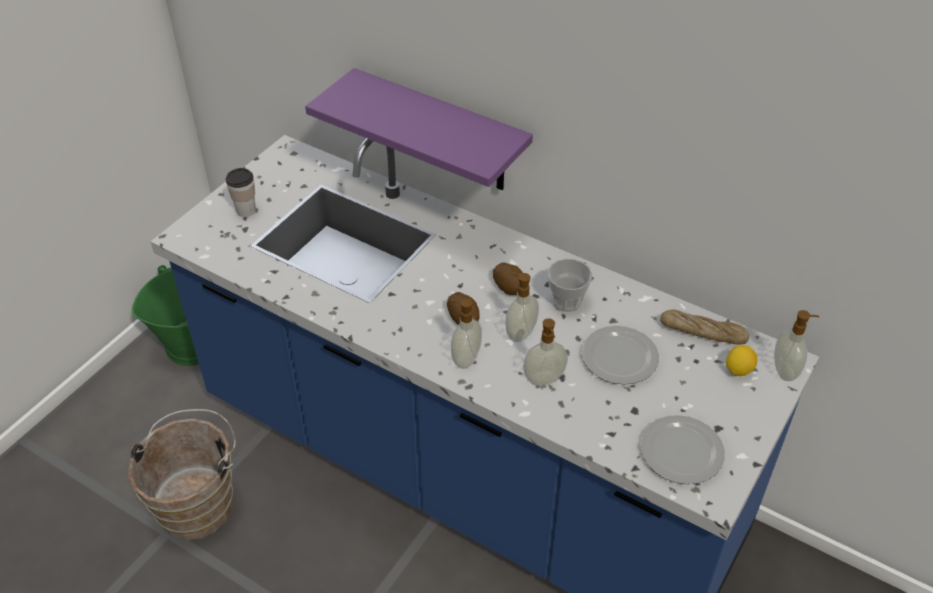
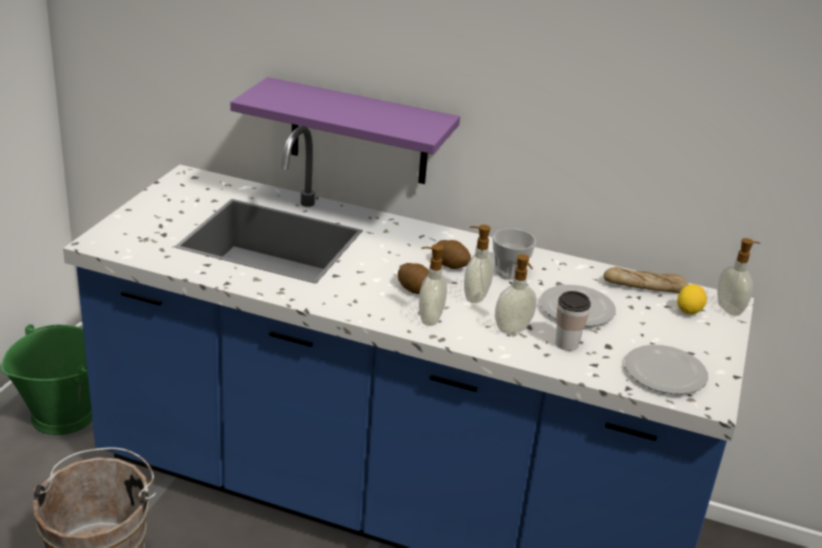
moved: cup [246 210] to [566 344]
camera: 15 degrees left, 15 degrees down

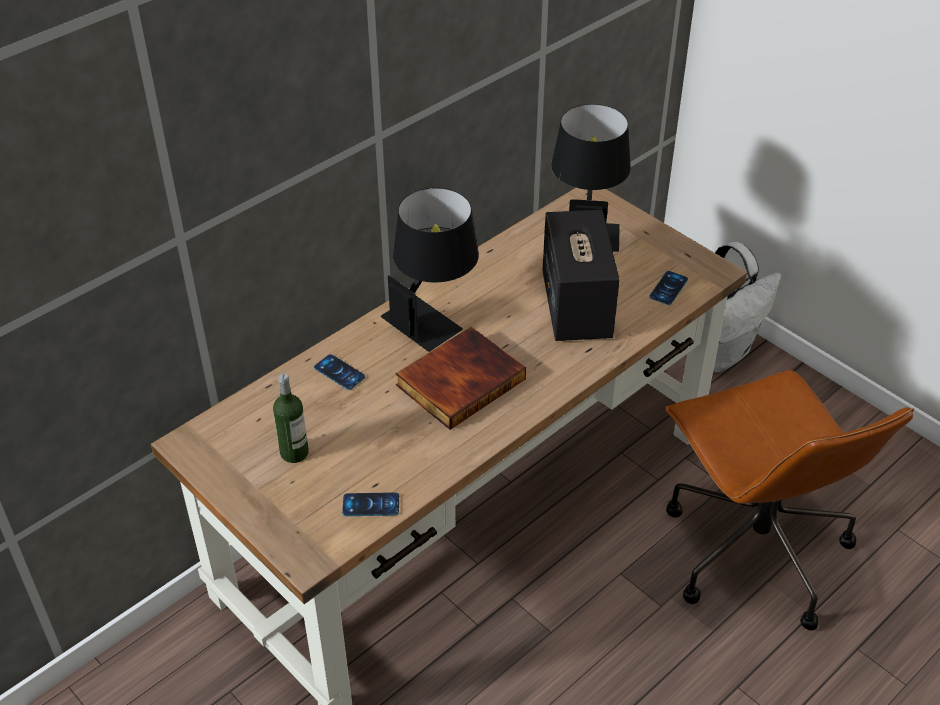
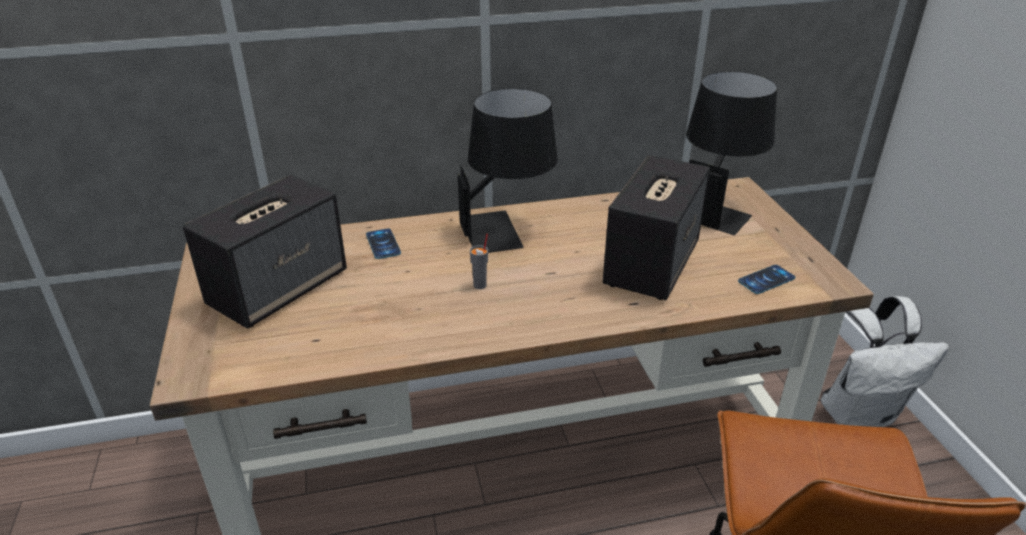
removed: phone [371 505]
replaced: book [460 380] to grey cup [480 285]; bottle [294 452] to speaker [279 288]
camera: 30 degrees right, 10 degrees down

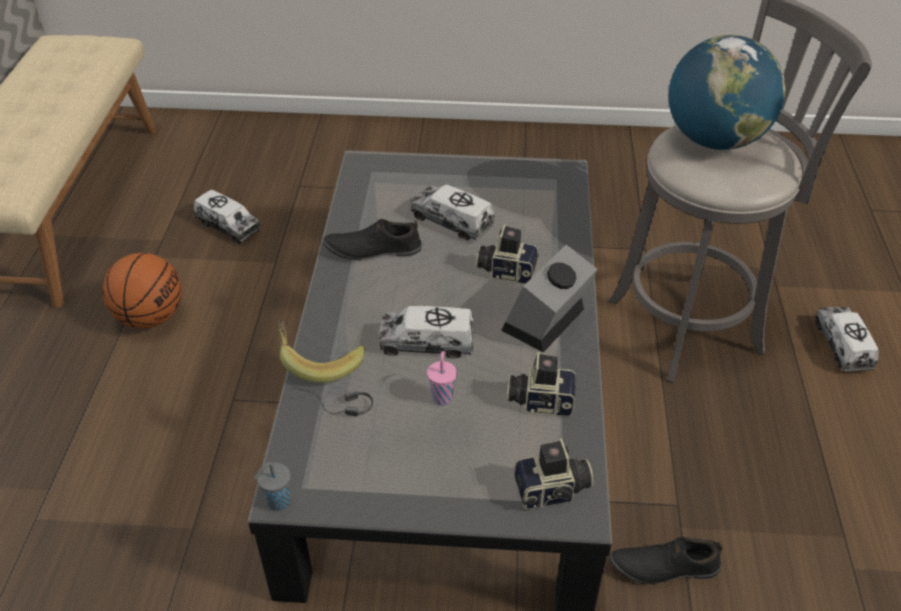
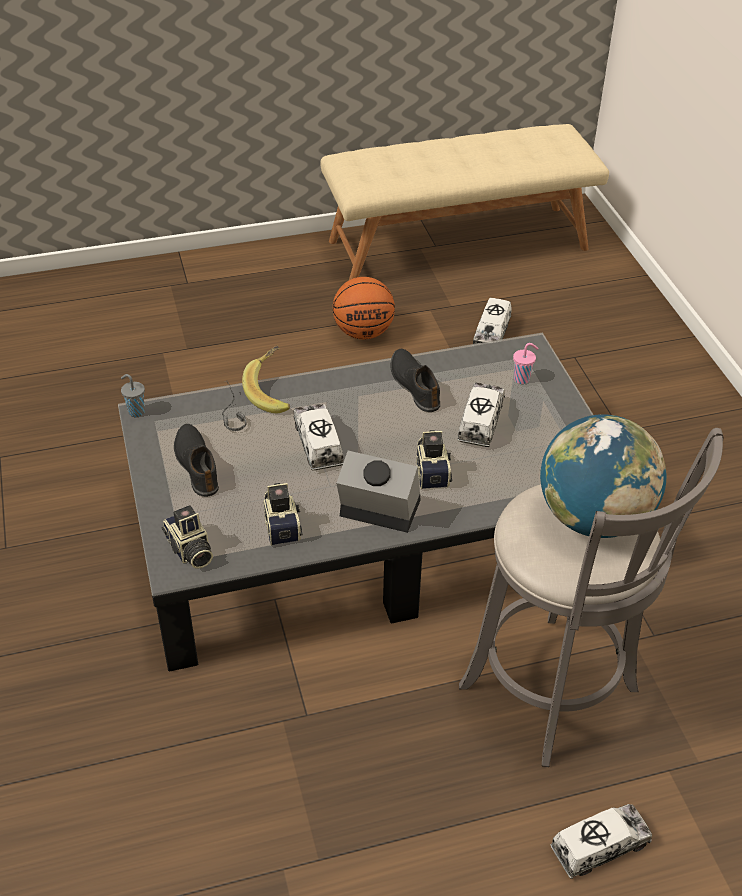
moved: pink cup [442 396] to [522 379]; black shoe [663 566] to [197 464]
camera: 70 degrees right, 0 degrees up

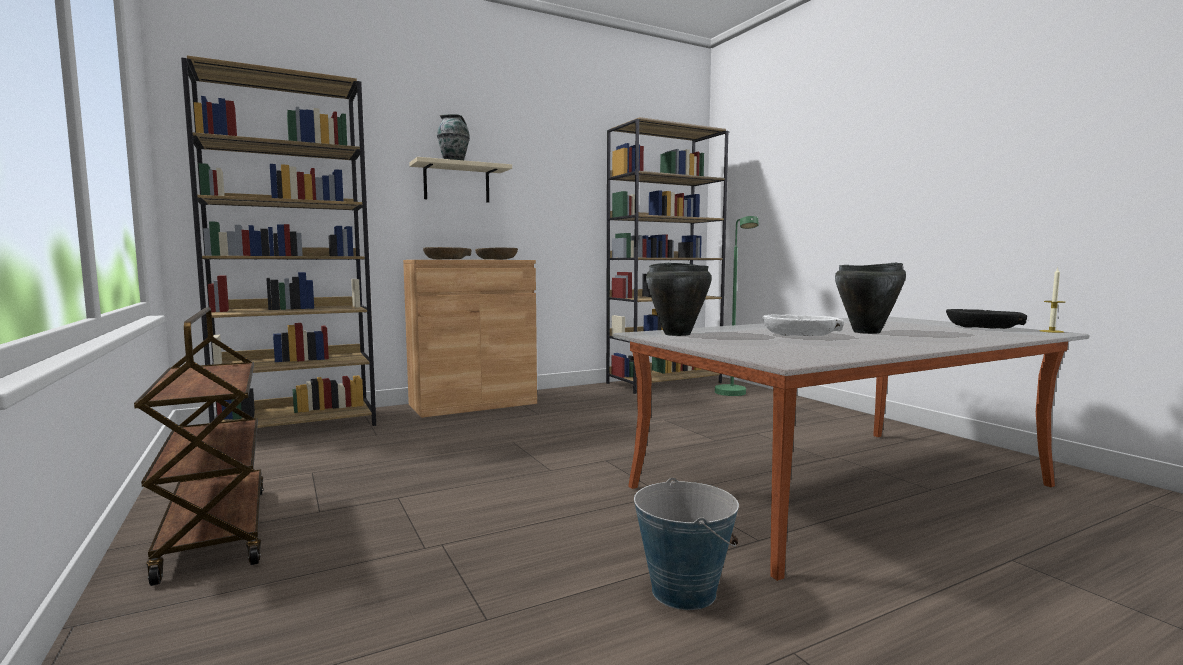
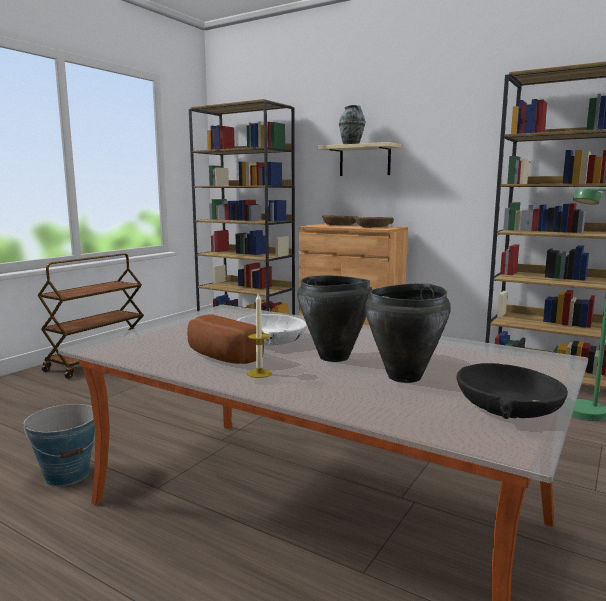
added: bread [220 357]
moved: black cooking pot [677 334] to [405 377]; candle [1051 331] to [259 373]
camera: 60 degrees right, 5 degrees up

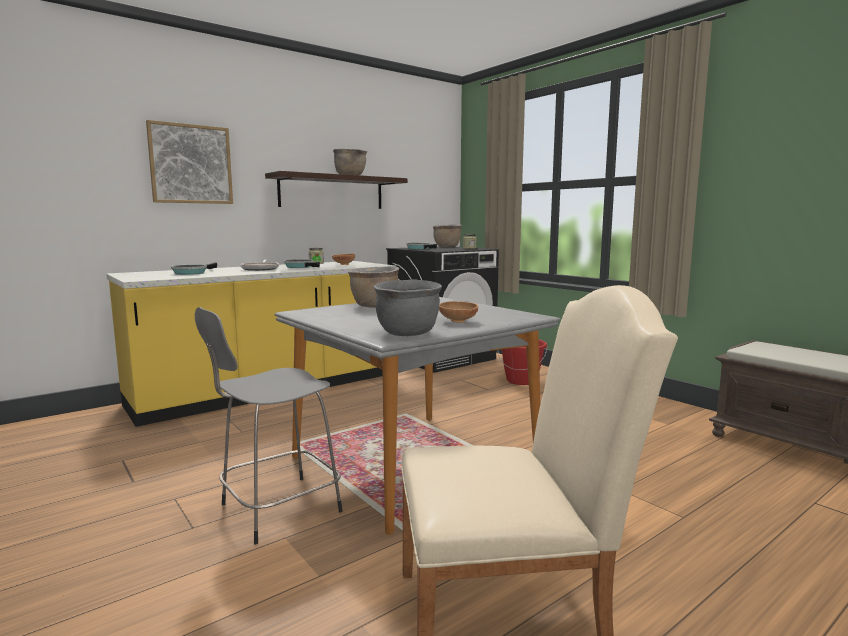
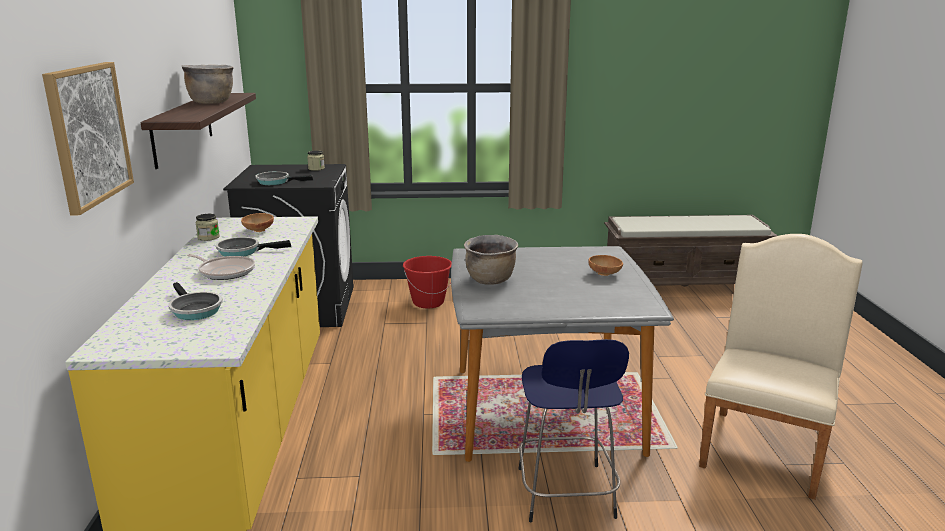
removed: brown cooking pot [447 247]; grey cooking pot [408 334]
recoloured: grey stool [276 509] to blue stool [566 495]
camera: 55 degrees left, 10 degrees up

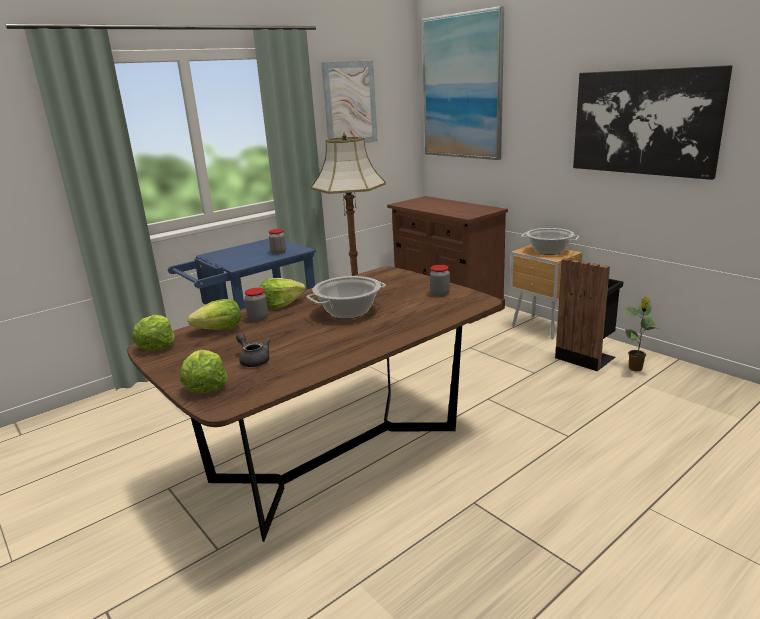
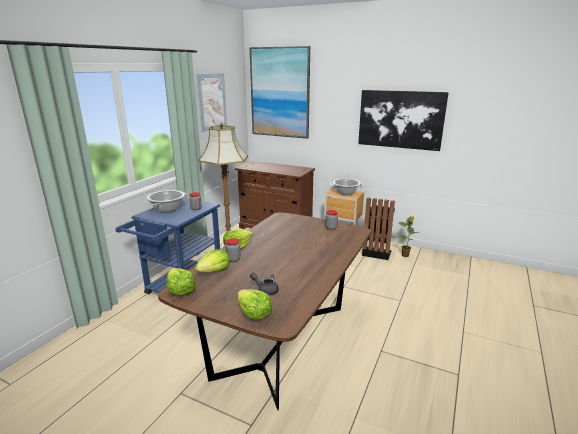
moved: cooking pot [348 312] to [167 209]
camera: 25 degrees left, 0 degrees up

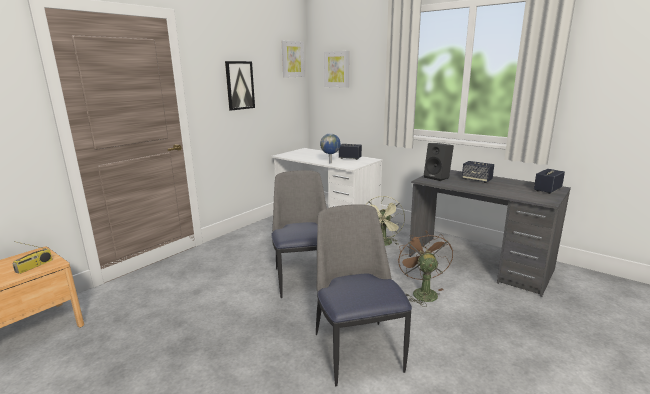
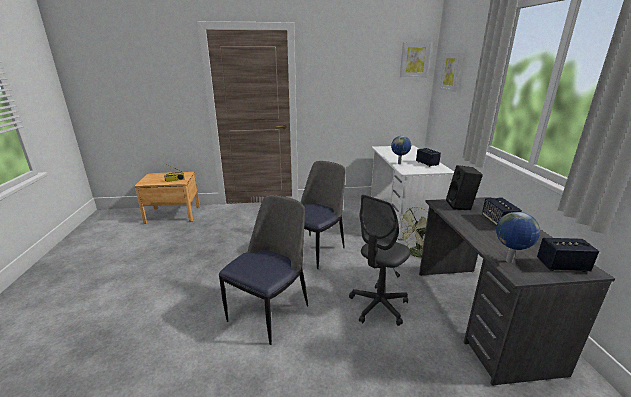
removed: picture [239 85]
added: globe [509 261]
replaced: brown fan [422 292] to grey office chair [378 306]
camera: 45 degrees right, 5 degrees up

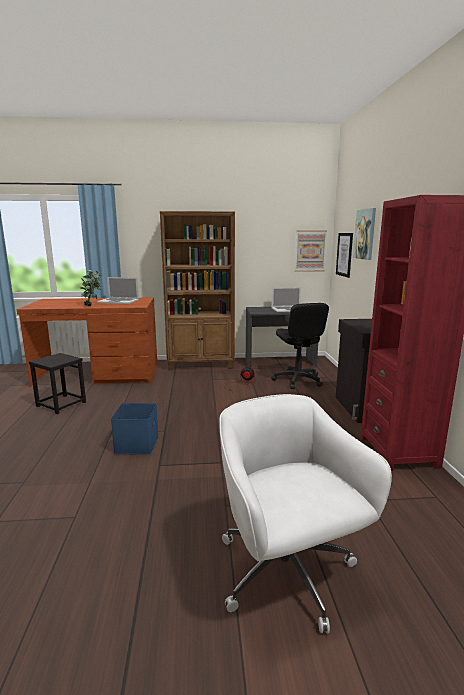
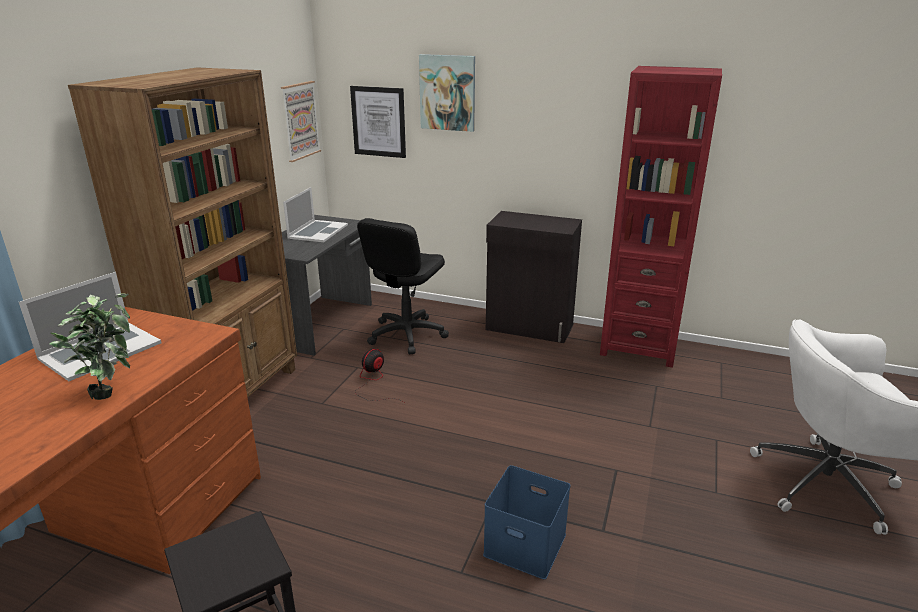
turned: black office chair [297 380] = [406 334] 105 degrees clockwise
camera: 65 degrees left, 10 degrees up

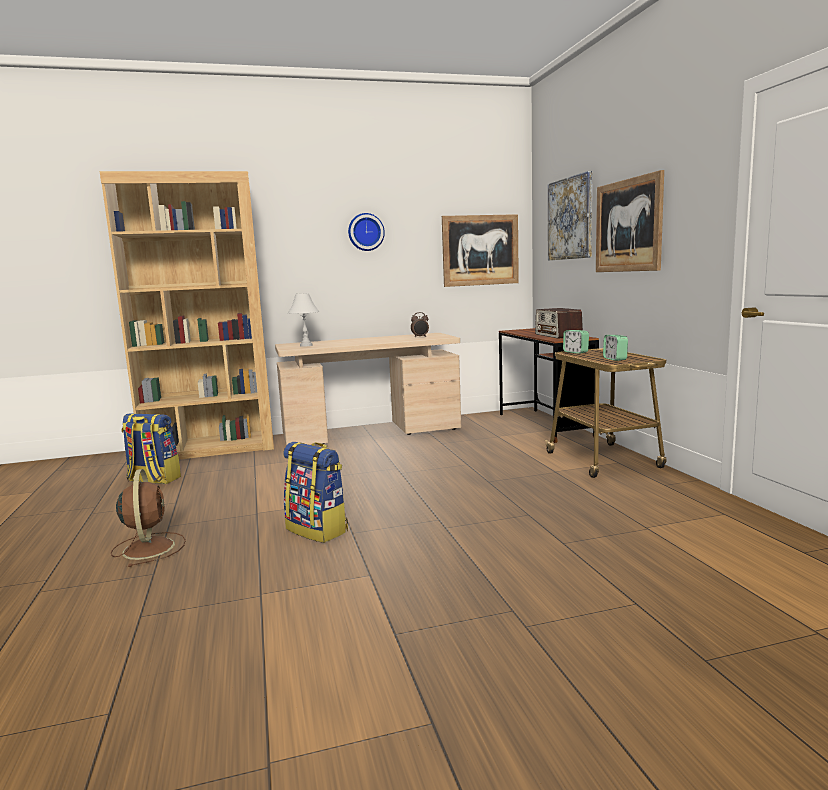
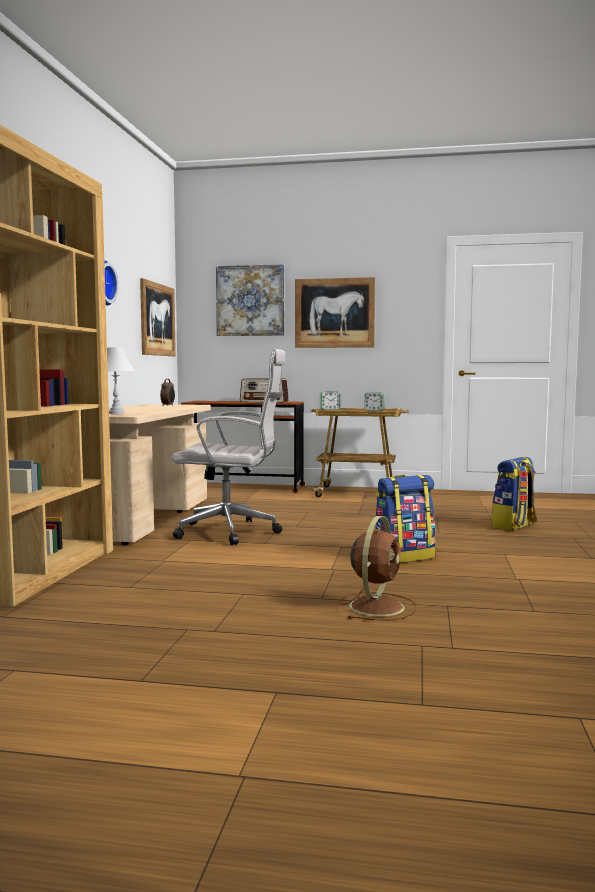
added: white office chair [232 532]
moved: backpack [153 480] to [514 526]
turned: brown fan [149 547] = [377 606] 105 degrees clockwise
camera: 65 degrees left, 5 degrees down

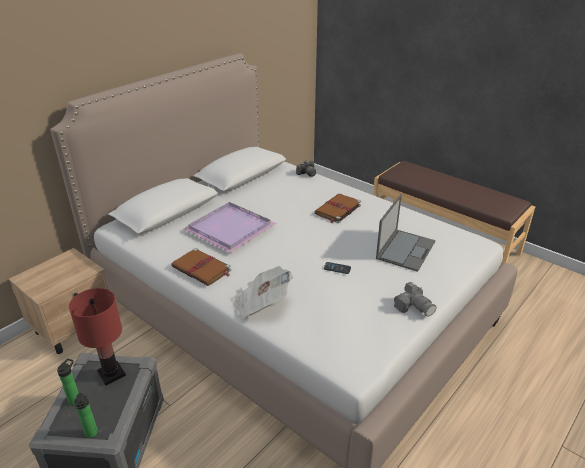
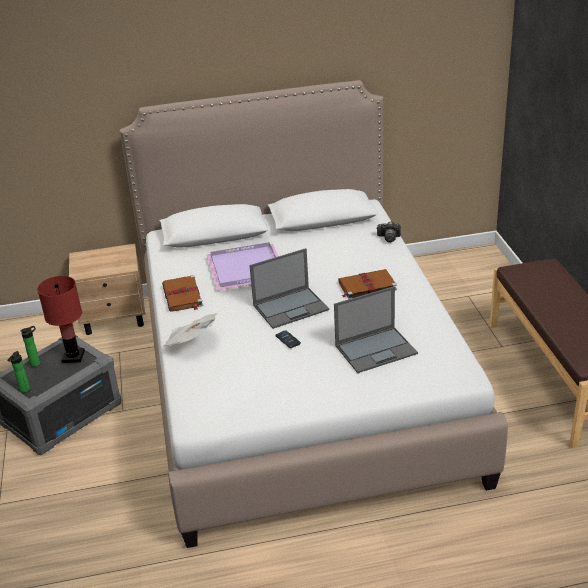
removed: photo camera [414 307]
added: laptop [291 307]
camera: 40 degrees right, 0 degrees up

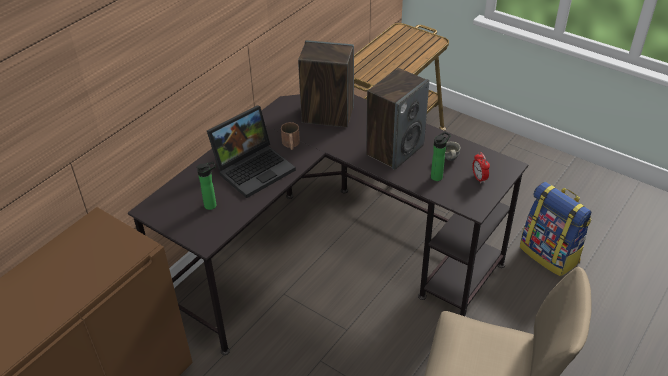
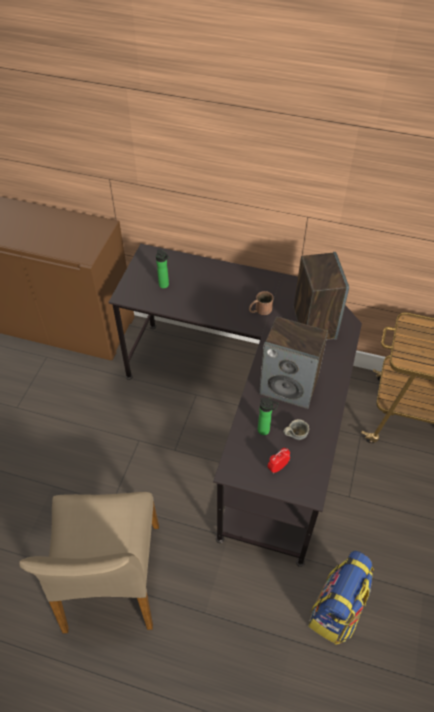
removed: laptop [254 168]
camera: 70 degrees right, 10 degrees up

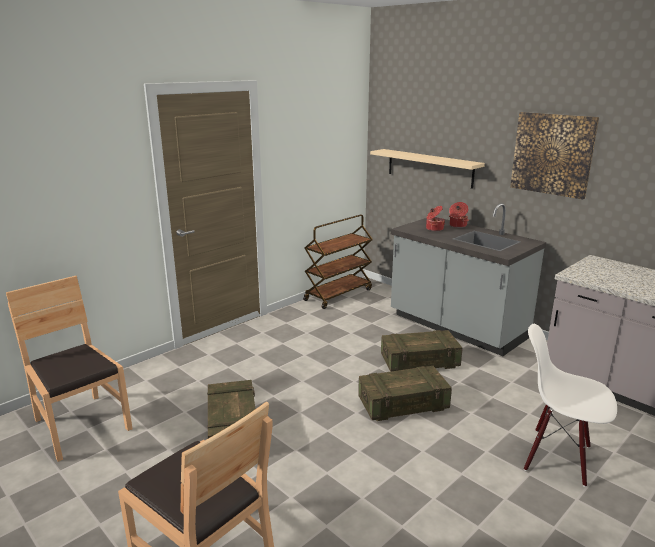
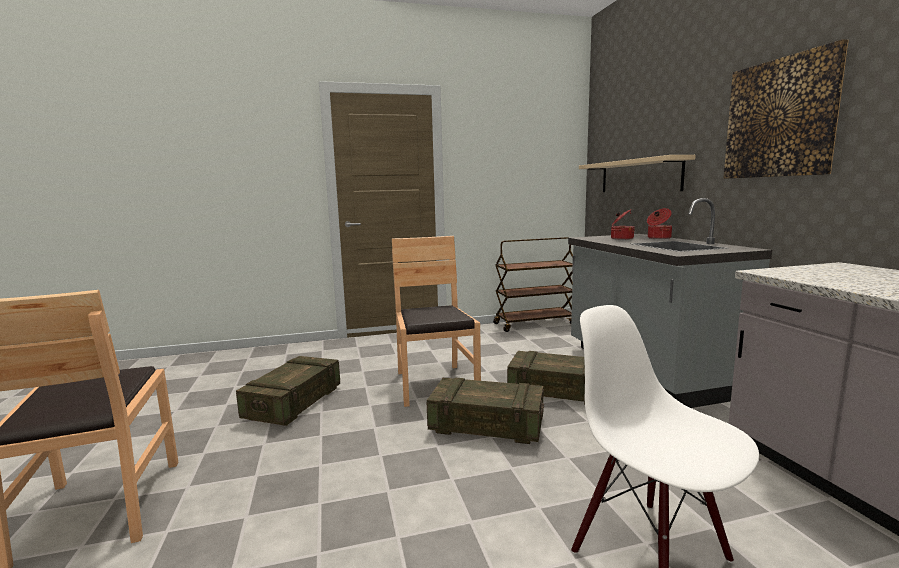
moved: brown chair [81 425] to [435 384]
camera: 30 degrees right, 10 degrees down

